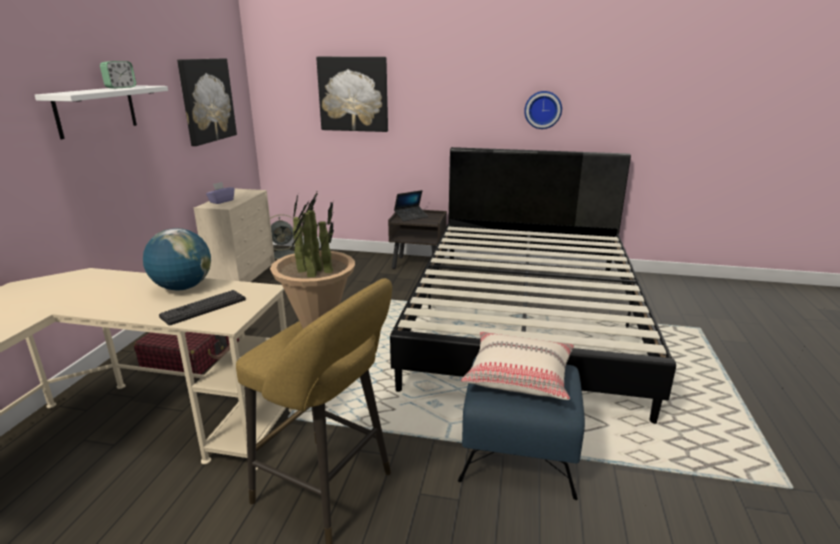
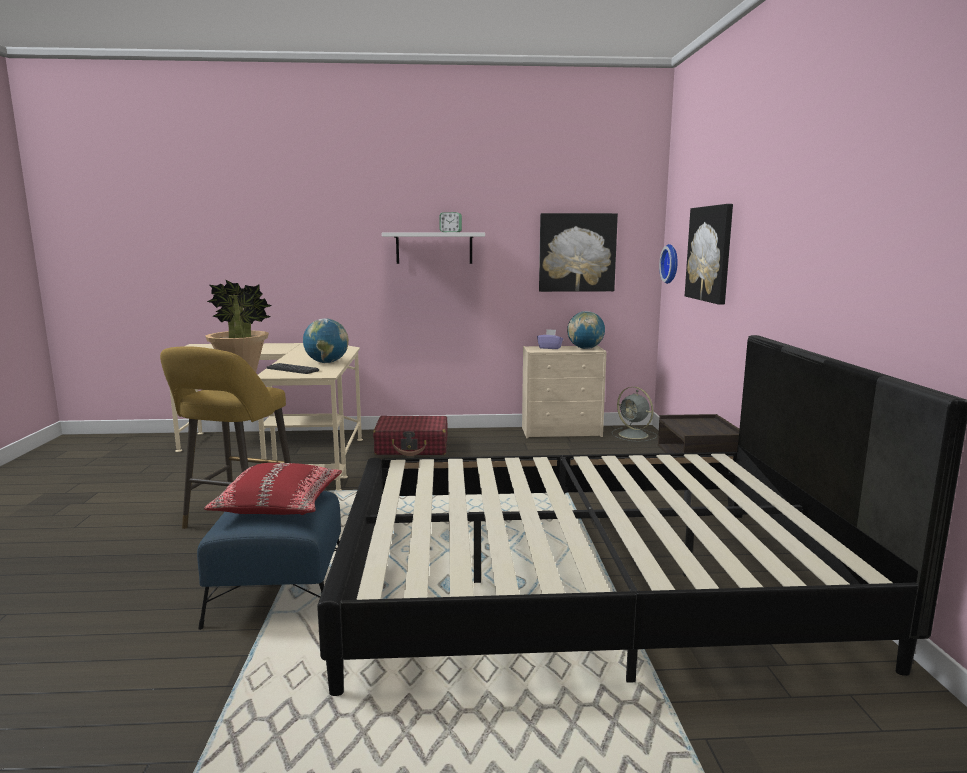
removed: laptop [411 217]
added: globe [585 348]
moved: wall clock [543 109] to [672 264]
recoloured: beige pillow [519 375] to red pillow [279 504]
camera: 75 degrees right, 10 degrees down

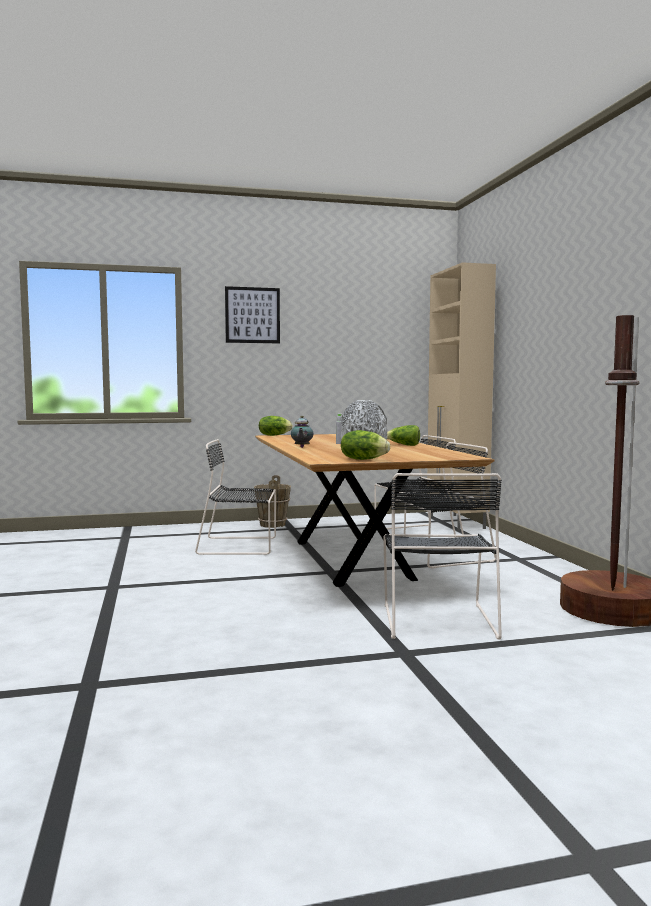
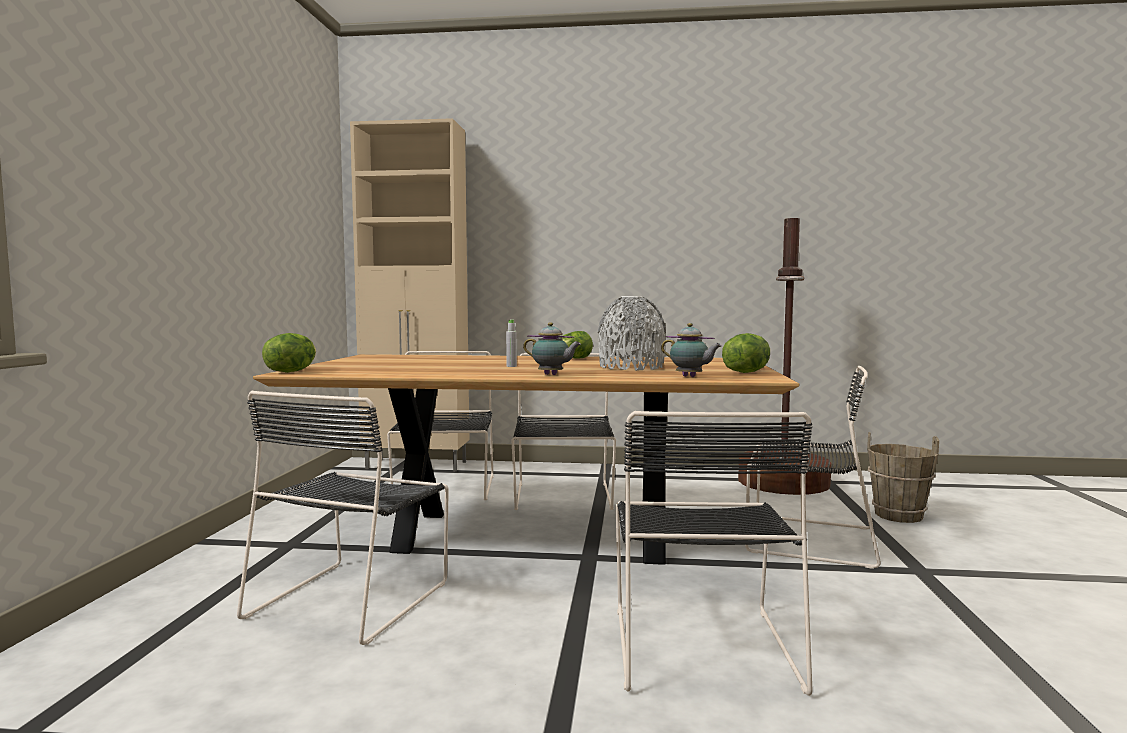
removed: picture [252 315]
added: teapot [690 377]; black chair [701 643]
moved: brown bucket [272 525] to [898 516]
camera: 70 degrees left, 0 degrees up

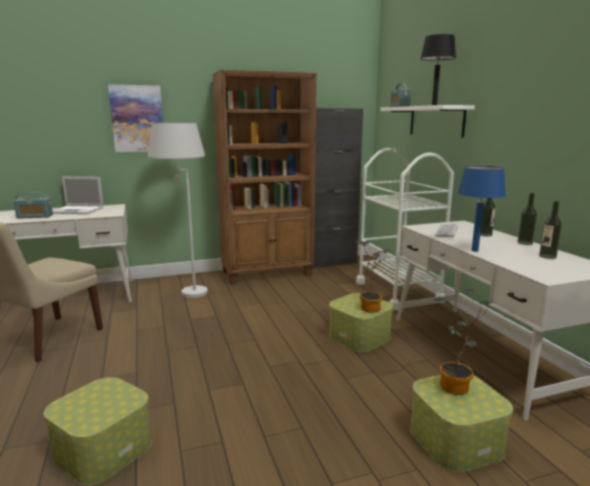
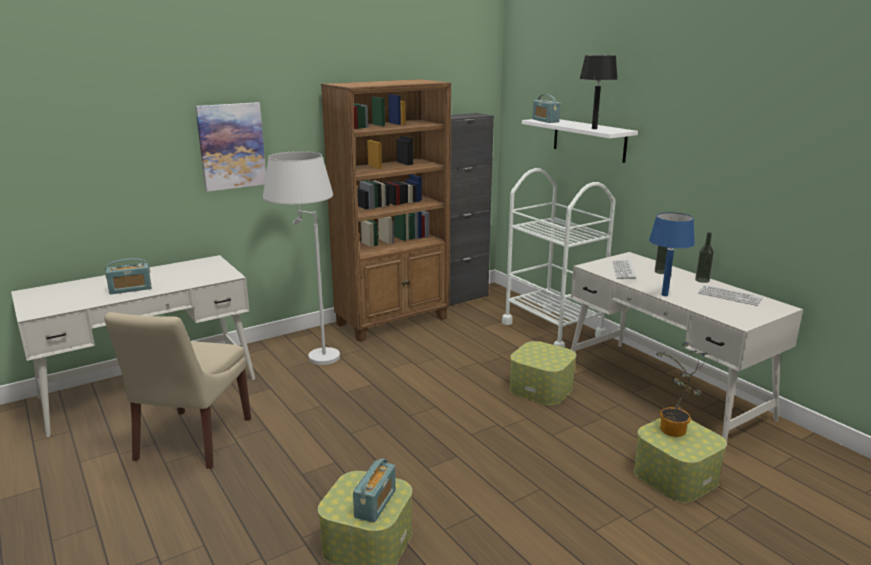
removed: laptop [78 210]; potted plant [371 307]
added: radio [375 504]
replaced: bottle [547 256] to keyboard [729 296]
camera: 15 degrees left, 5 degrees up

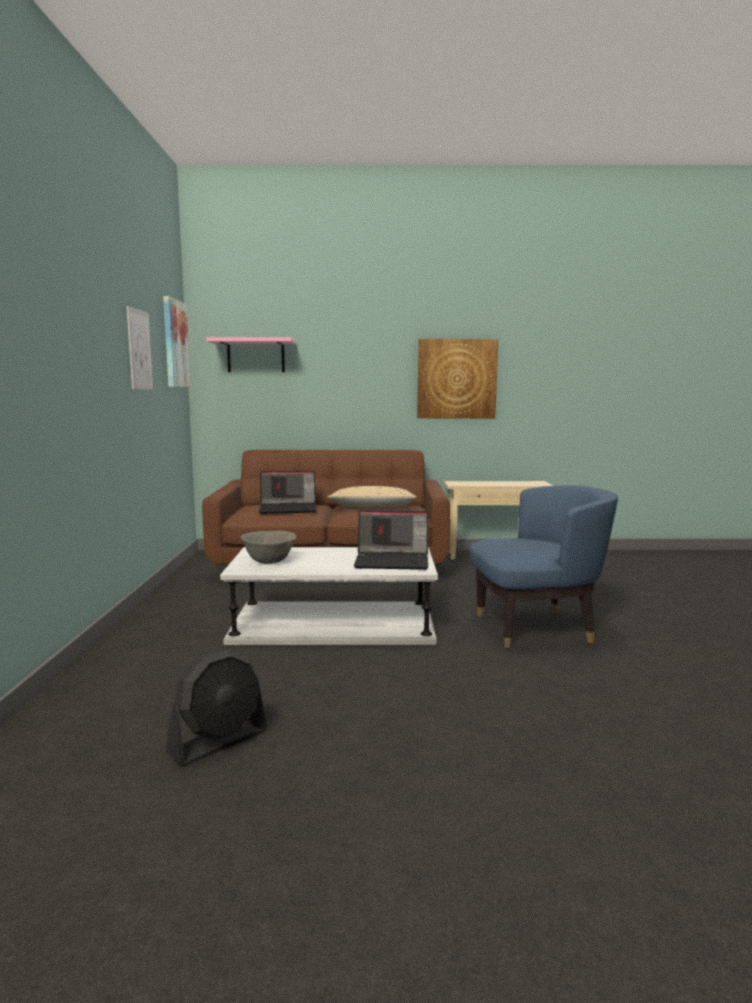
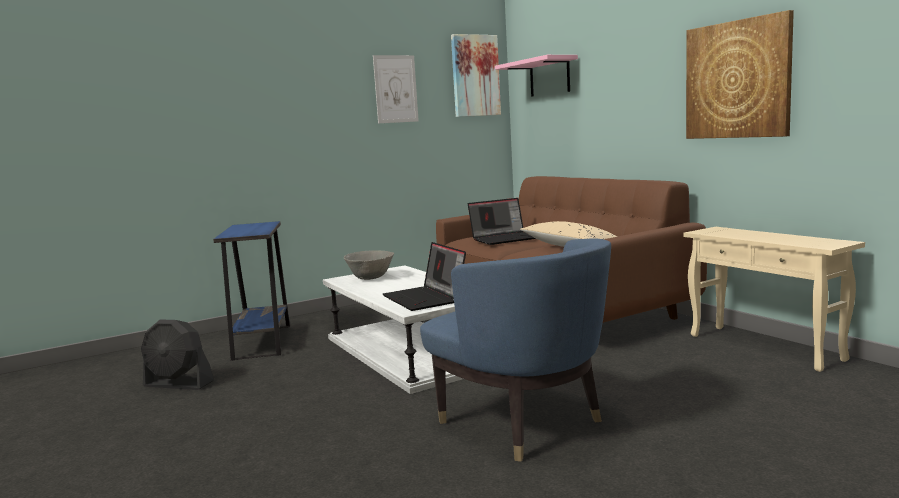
added: blue side table [262 342]
turned: laptop [289 509] = [505 239] 75 degrees counterclockwise
camera: 60 degrees right, 0 degrees up

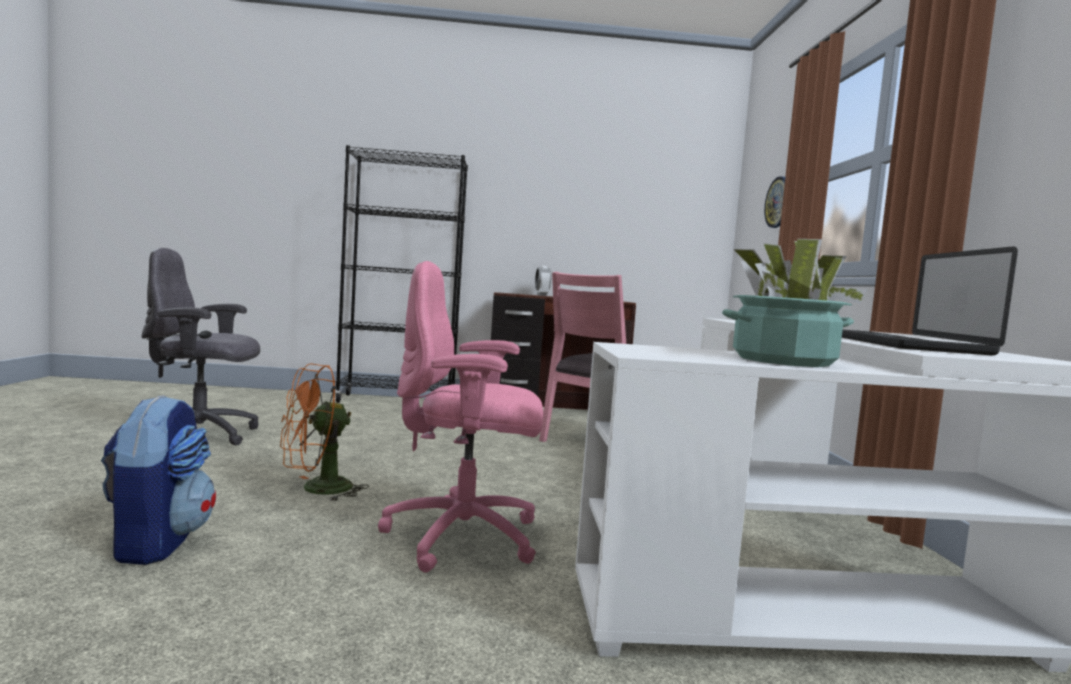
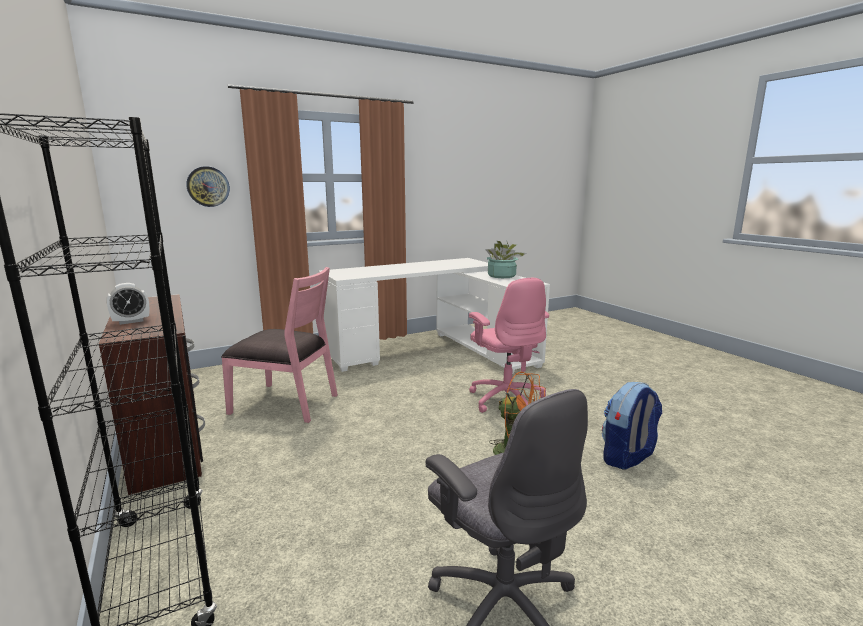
removed: laptop [907 345]
camera: 115 degrees left, 10 degrees up

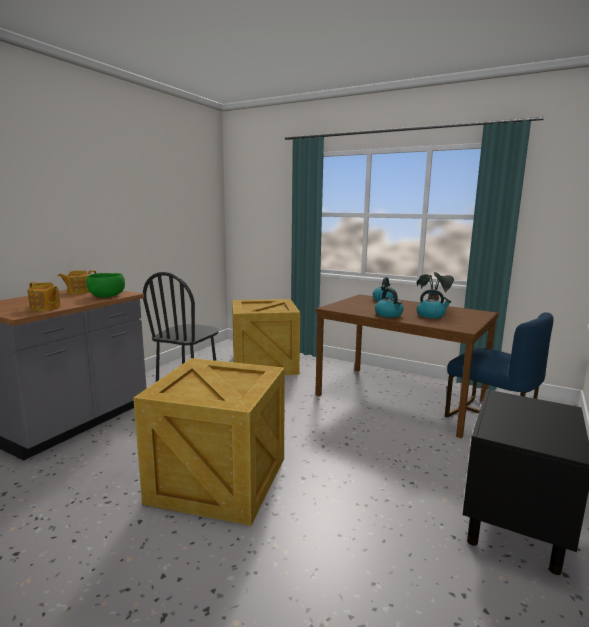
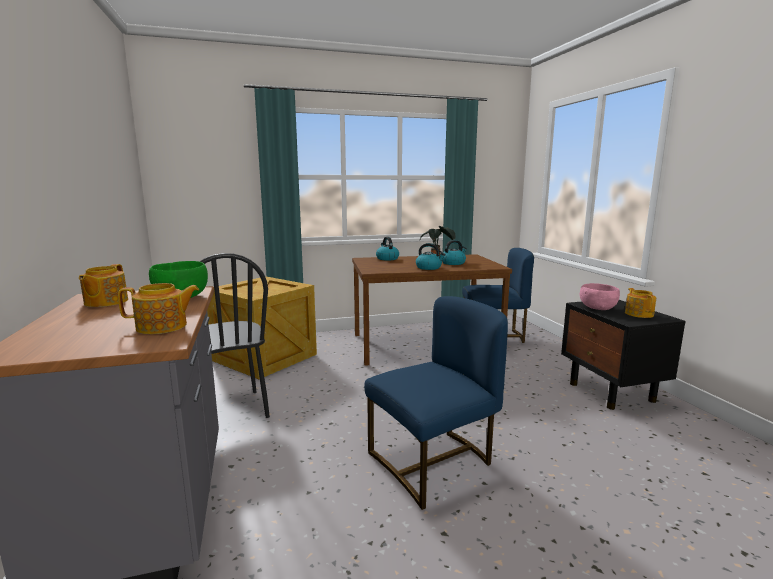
added: pink bowl [597 308]; teapot [639 314]
replaced: crate [220 481] to blue chair [433 462]
camera: 45 degrees left, 0 degrees up

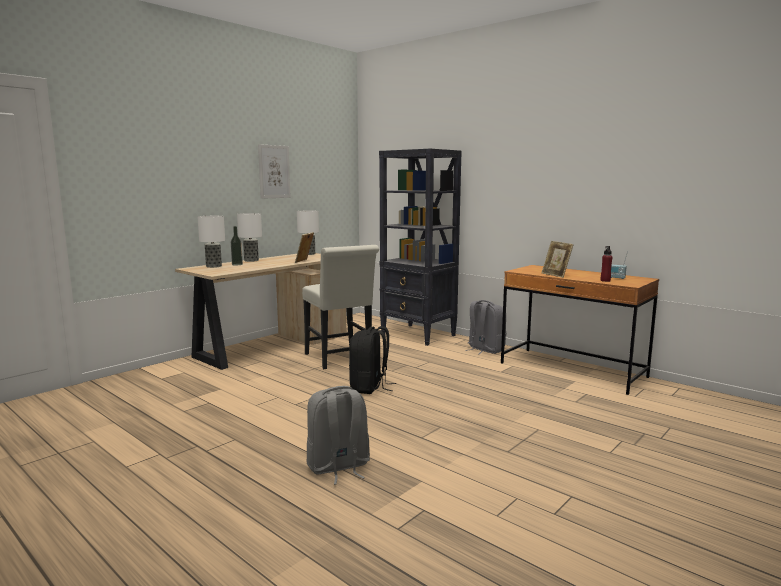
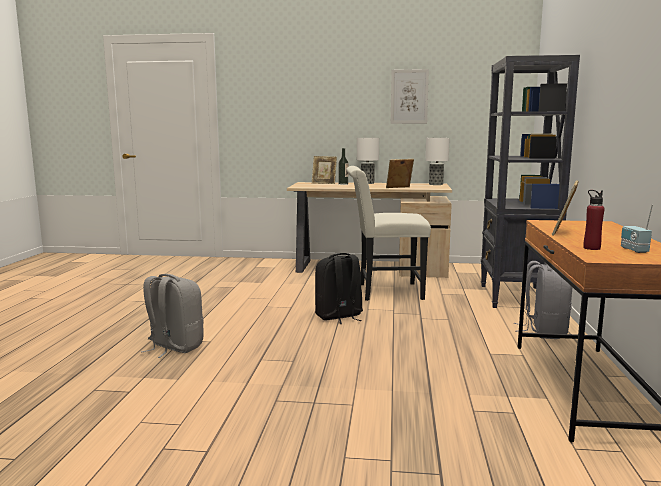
replaced: table lamp [214 266] to picture frame [324 183]
turned: white chair [340 359] = [384 292] 60 degrees clockwise
camera: 55 degrees right, 0 degrees up

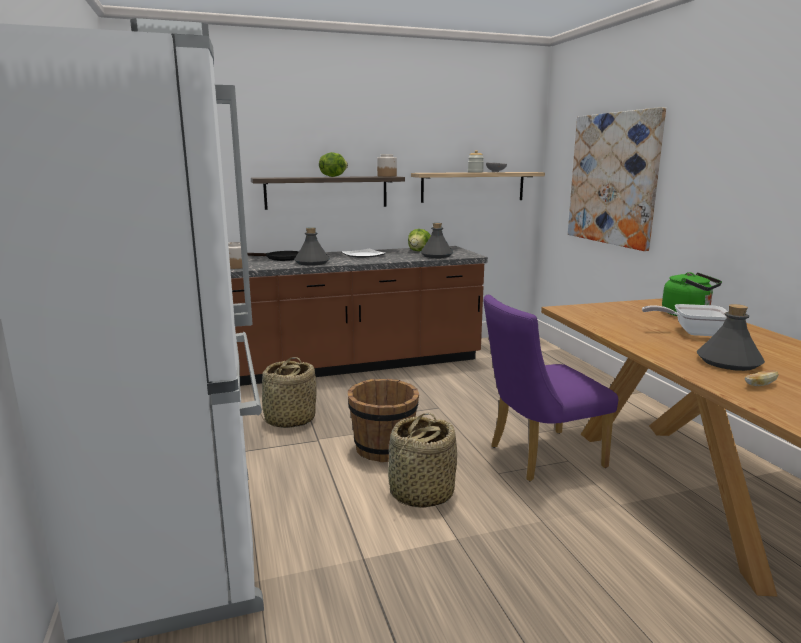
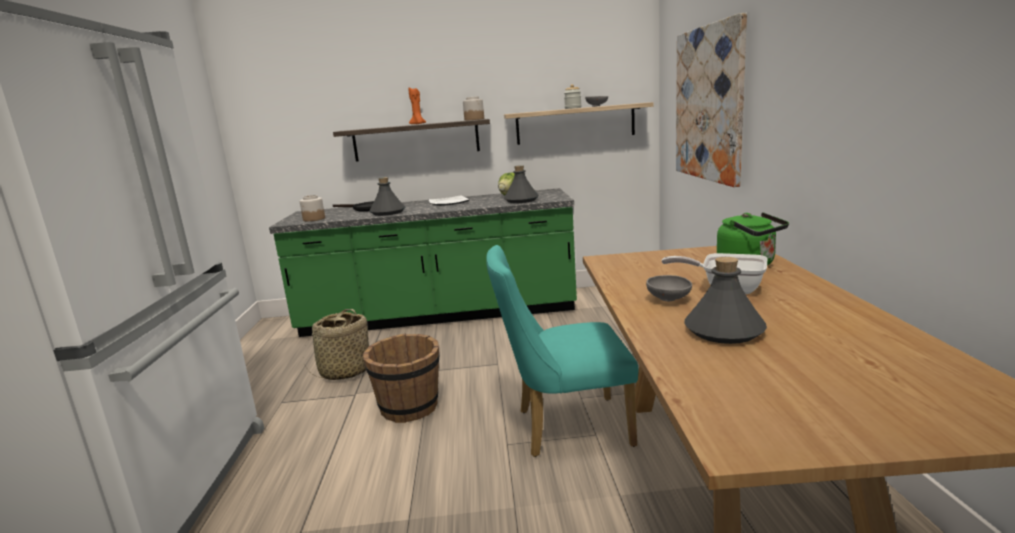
removed: bread [759 385]; basket [420 493]
added: grey bowl [669 300]
replaced: lettuce [333 176] to orange candle [418 124]
recoloured: brown counter [346 365] to green counter [439 314]; purple chair [538 457] to turquoise chair [564 428]
camera: 15 degrees right, 0 degrees up

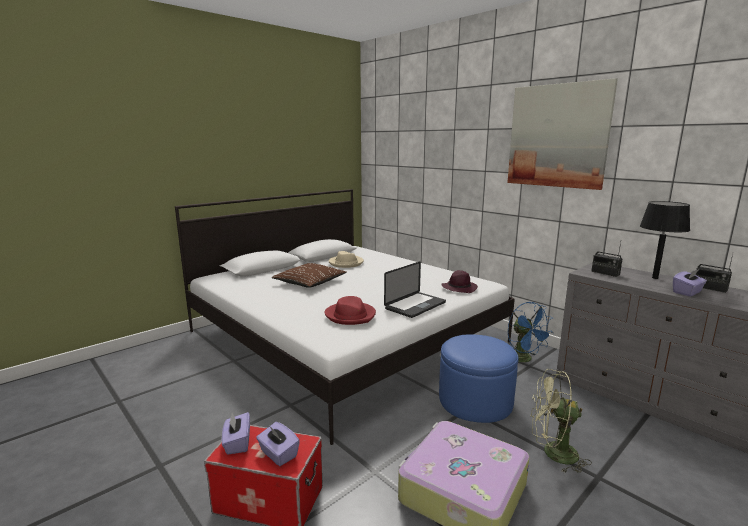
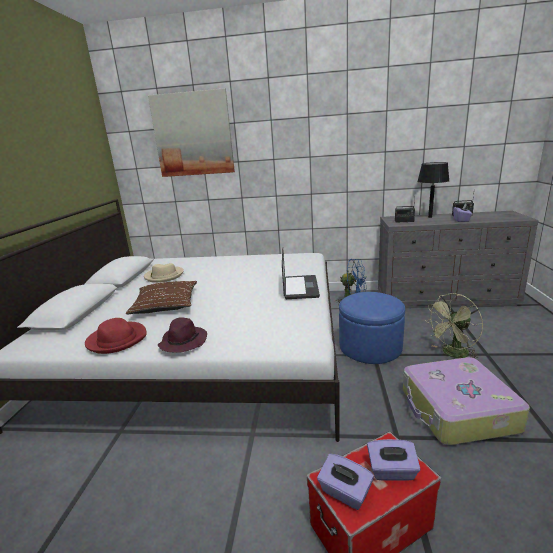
moved: picture [558 136] to [193 134]; purple hat [459 288] to [183 341]; red hat [350 315] to [117 339]
camera: 40 degrees left, 5 degrees up

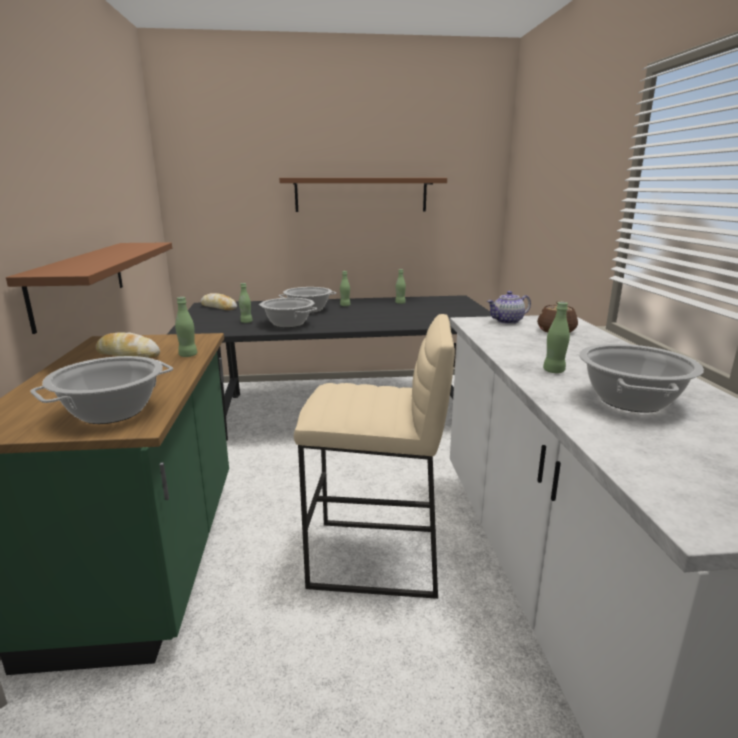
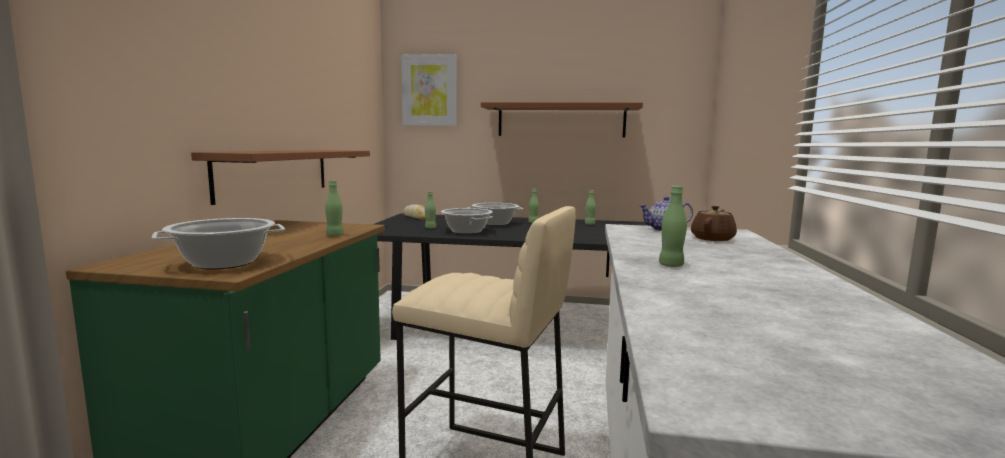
removed: bread [128 355]; cooking pot [631 401]
added: picture [429 90]
camera: 15 degrees right, 10 degrees down

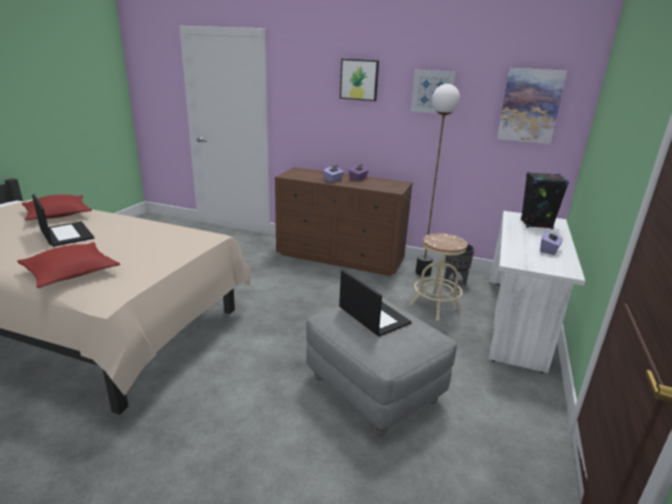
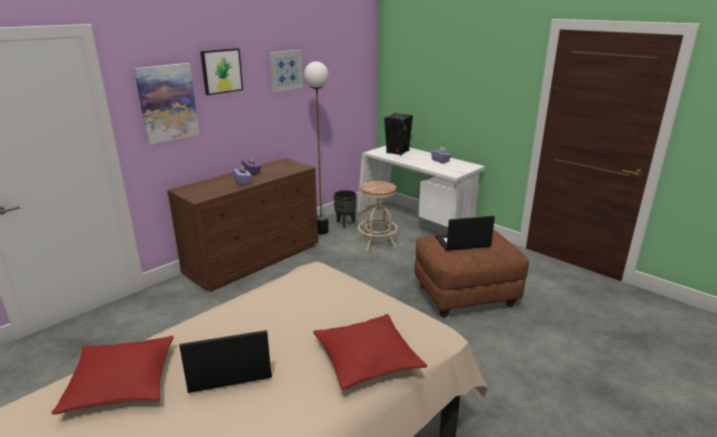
moved: picture [530 106] to [167 103]
recoloured: grey ottoman [373 389] to brown ottoman [465 296]
camera: 65 degrees left, 0 degrees up

